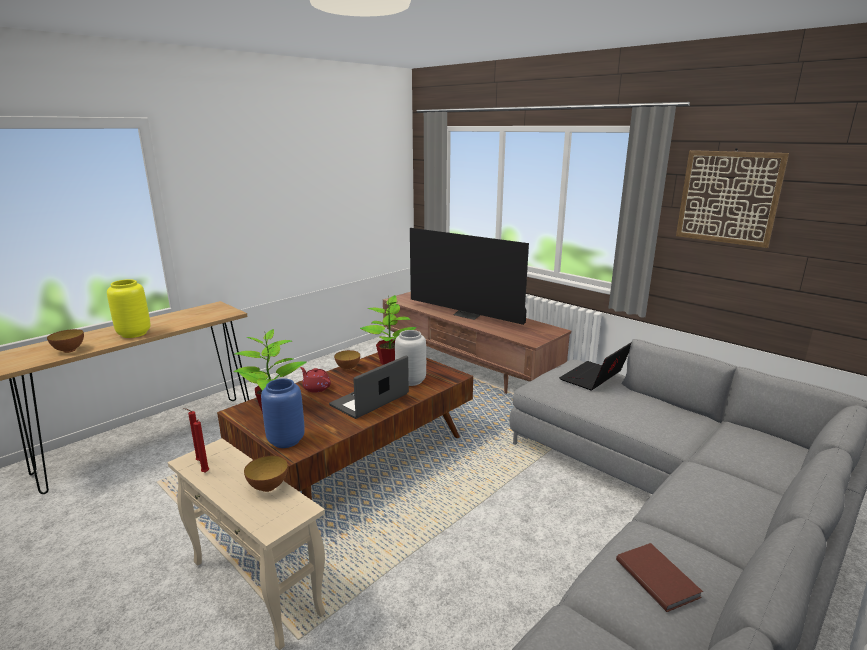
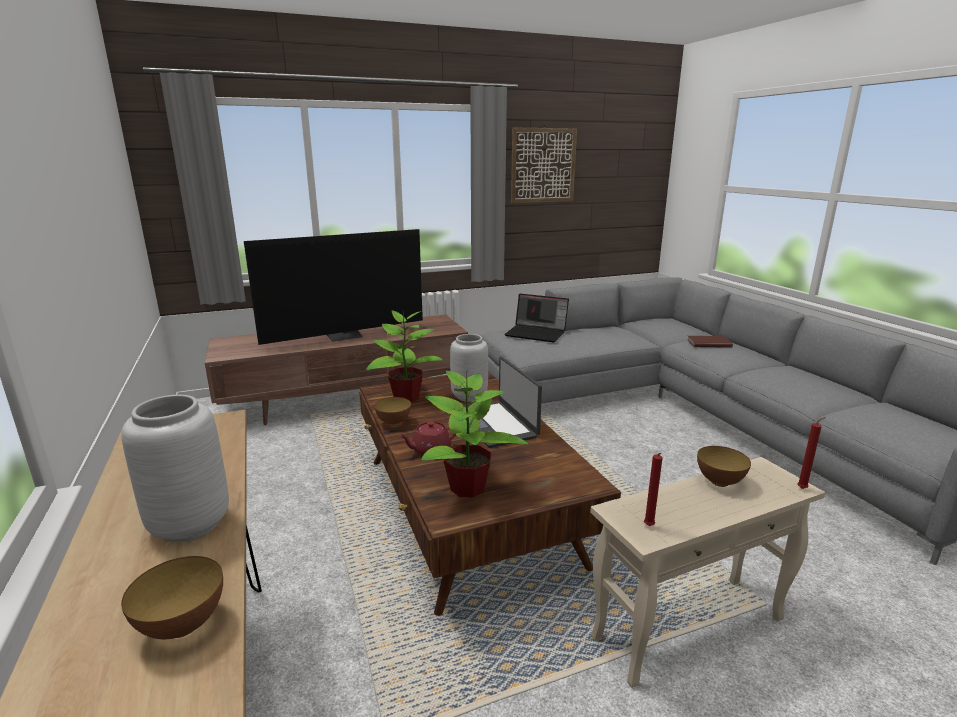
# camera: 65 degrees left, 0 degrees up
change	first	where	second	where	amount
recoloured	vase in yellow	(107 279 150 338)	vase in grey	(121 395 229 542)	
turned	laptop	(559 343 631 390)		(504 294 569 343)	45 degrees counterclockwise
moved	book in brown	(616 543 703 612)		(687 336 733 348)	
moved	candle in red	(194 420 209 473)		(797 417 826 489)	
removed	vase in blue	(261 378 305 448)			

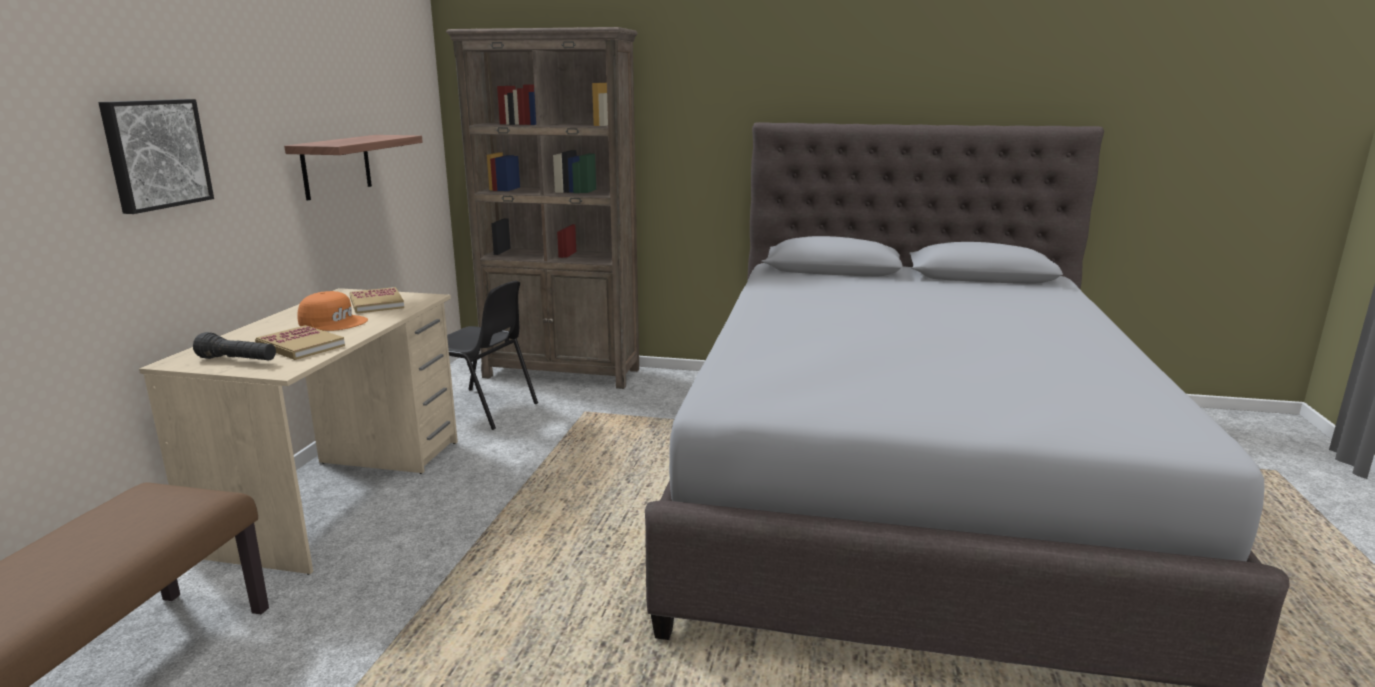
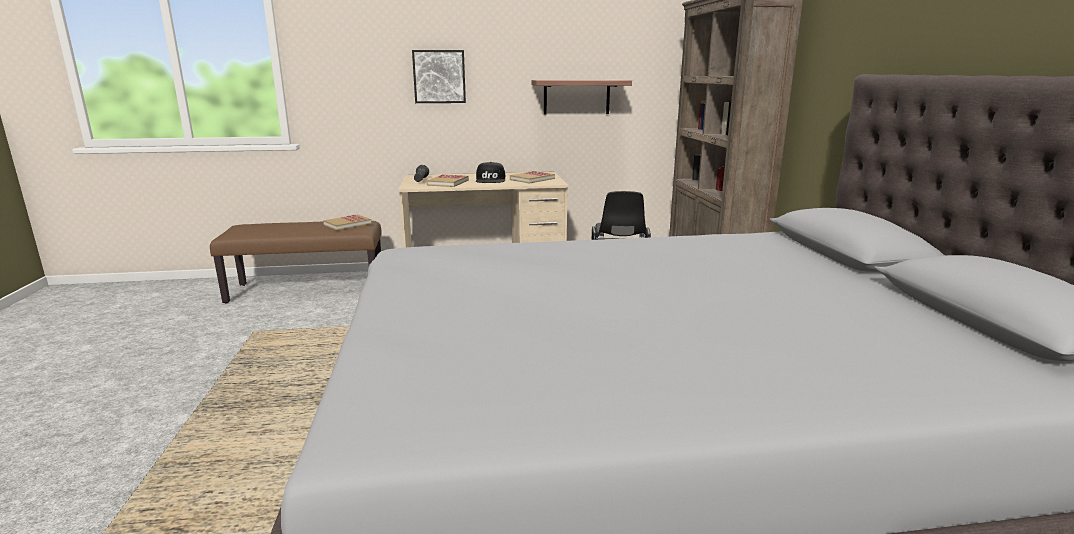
# camera: 70 degrees right, 0 degrees up
change	first	where	second	where	amount
added			book	(323 214 372 230)	
recoloured	cap in orange	(297 291 368 331)	cap in black	(476 162 505 183)	

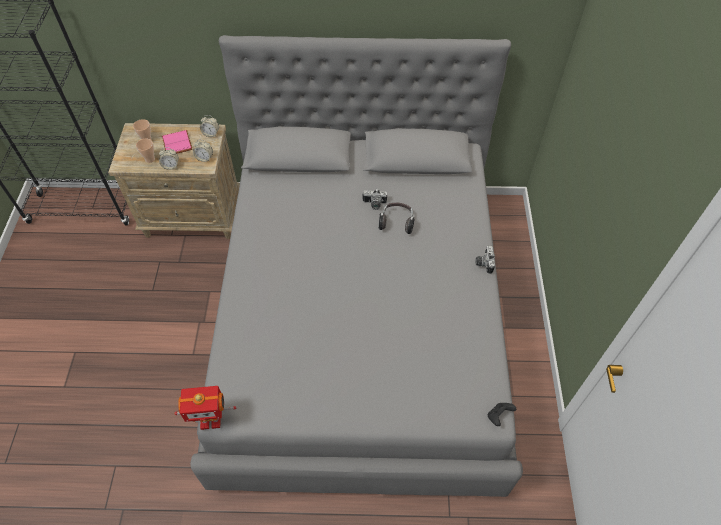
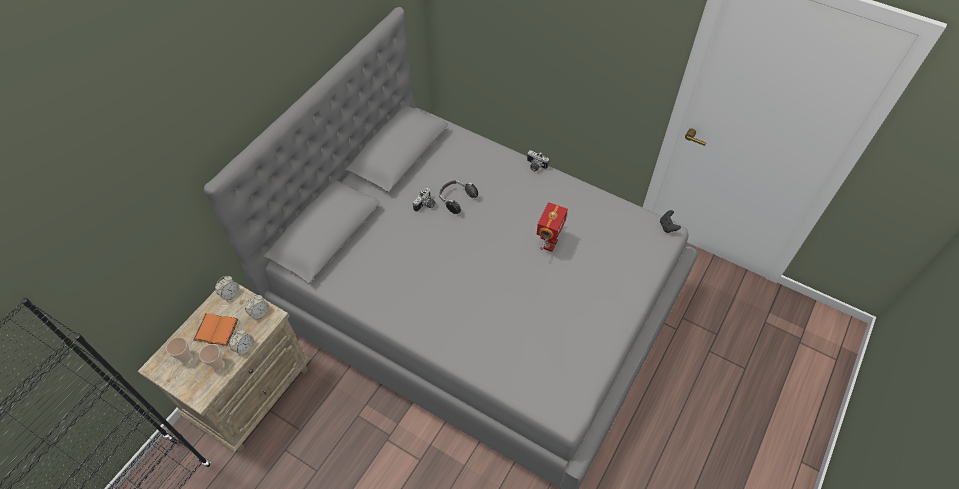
# camera: 60 degrees left, 0 degrees up
change	first	where	second	where	amount
recoloured	book in pink	(162 130 193 154)	book in orange	(193 313 239 346)	
moved	toy robot	(174 386 236 430)		(537 202 568 252)	

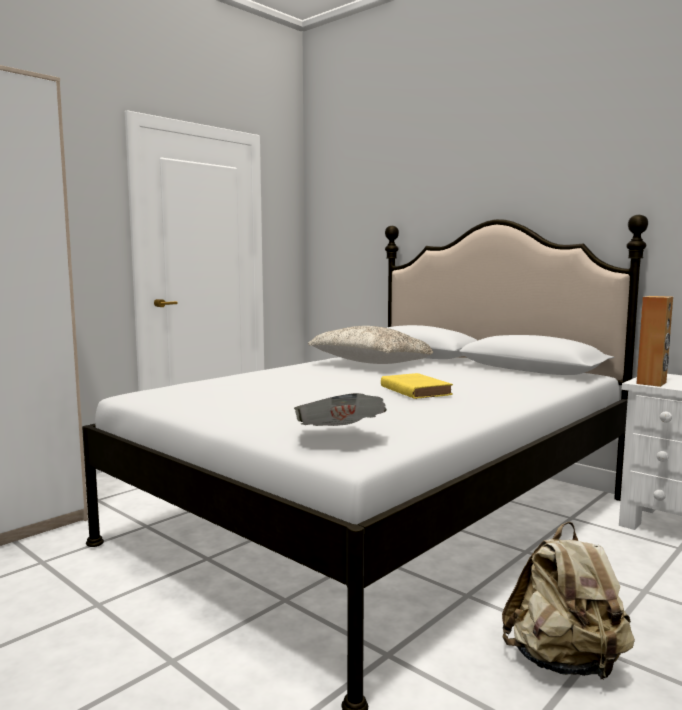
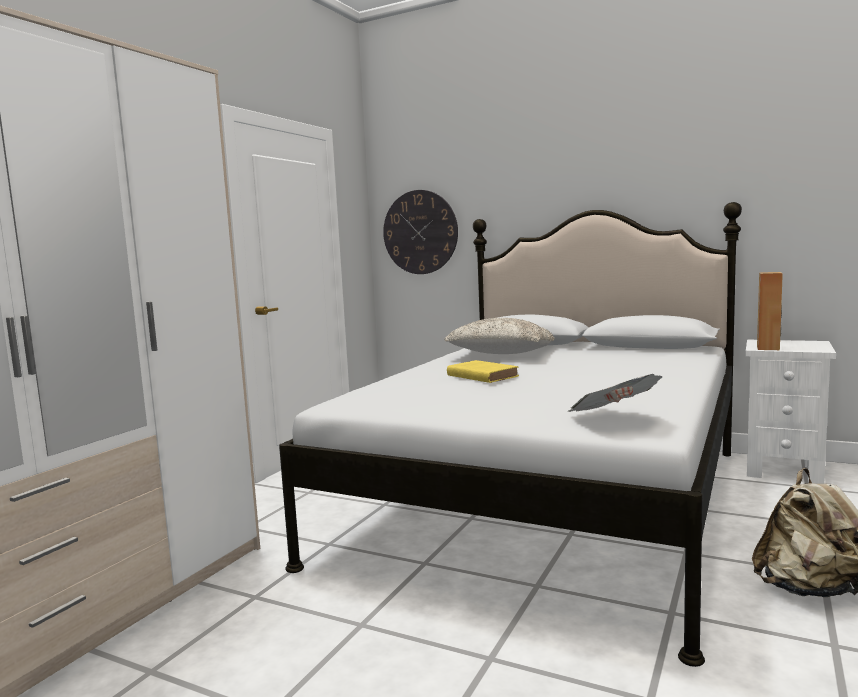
# camera: 15 degrees left, 0 degrees up
change	first	where	second	where	amount
added			wall clock	(383 190 458 274)	
moved	book in yellow	(381 373 453 399)		(447 360 519 383)	

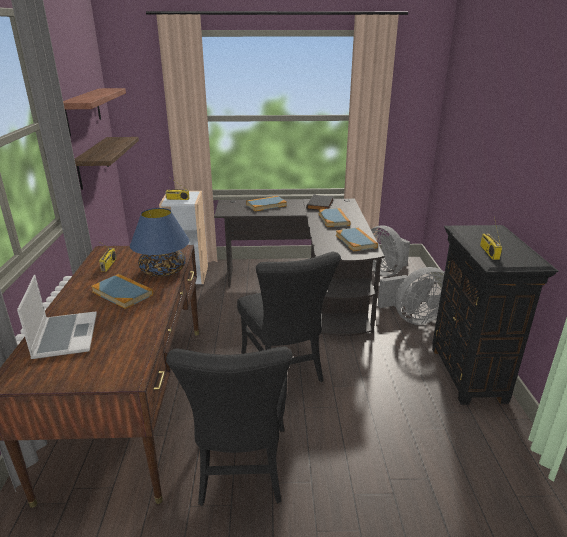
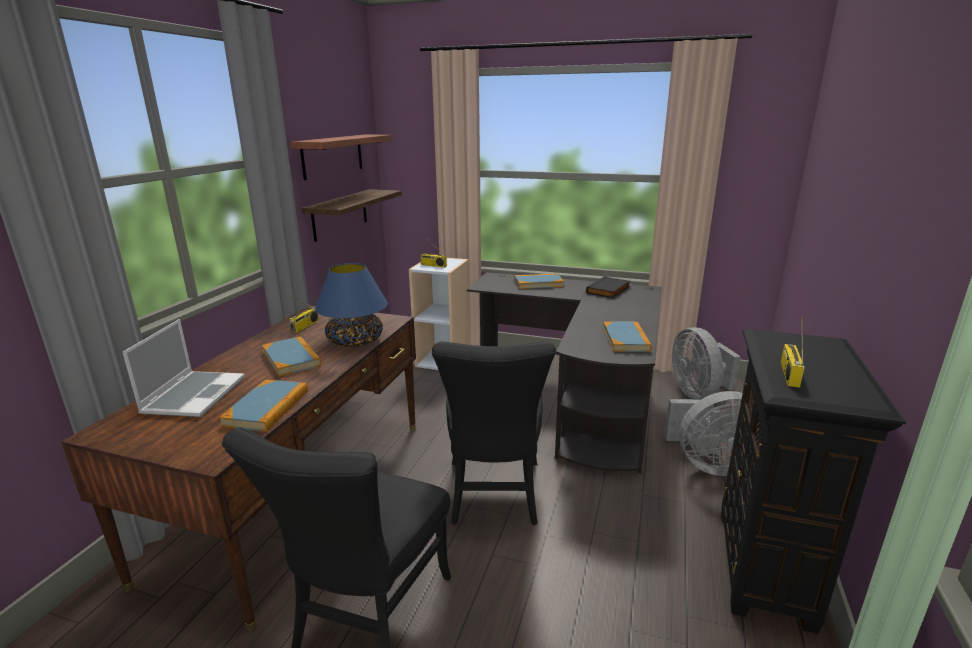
# camera: 20 degrees right, 5 degrees down
change	first	where	second	where	amount
moved	book	(318 208 351 227)		(219 380 308 432)	

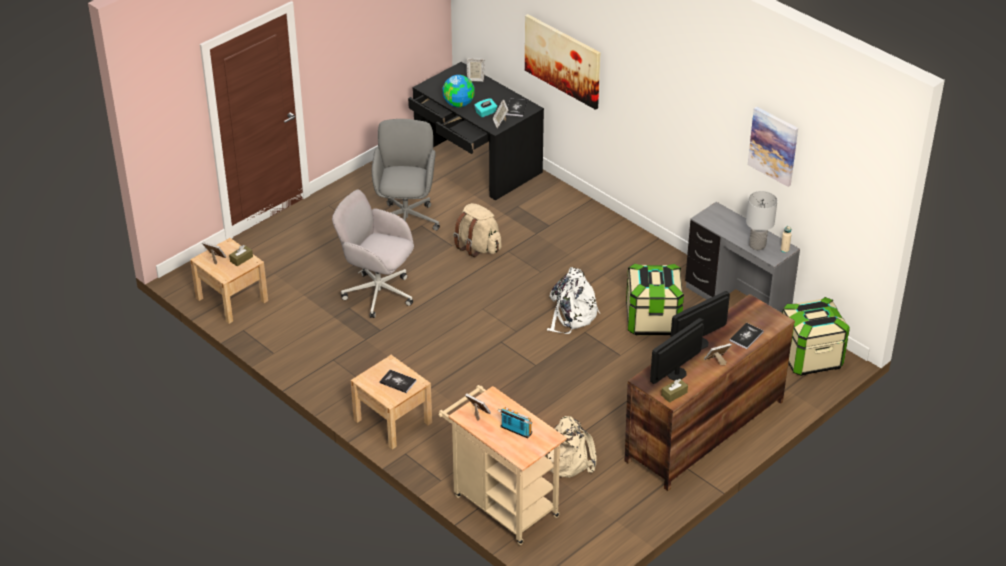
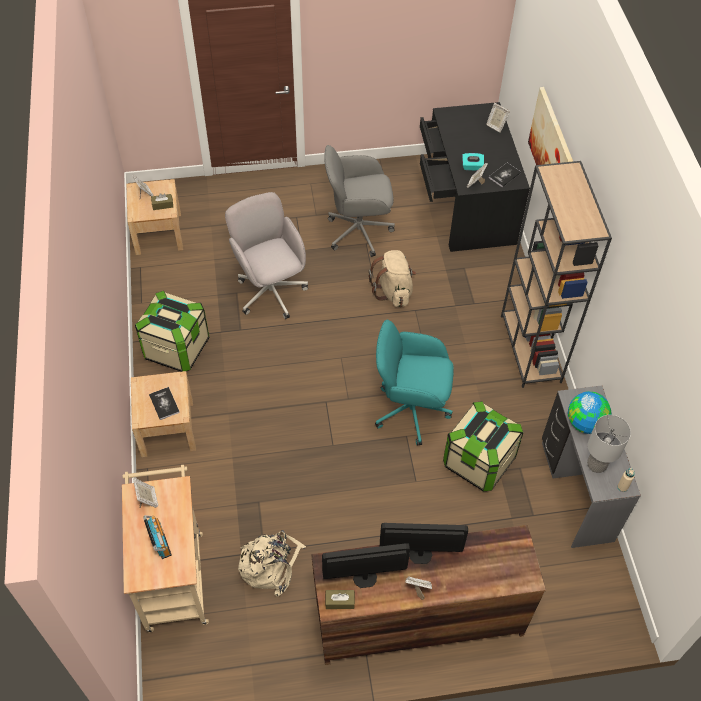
# camera: 35 degrees right, 15 degrees up
change	first	where	second	where	amount
moved	storage box	(782 297 850 376)		(135 291 209 372)	
turned	office chair in grey	(372 119 440 231)		(324 145 395 257)	135 degrees counterclockwise
replaced	backpack in white	(547 267 600 334)	office chair in turquoise	(375 320 454 446)	
added			bookcase	(501 161 612 388)	
moved	globe	(443 75 475 107)		(568 391 611 434)	
removed	book	(729 323 763 349)			
removed	picture	(748 107 798 187)			

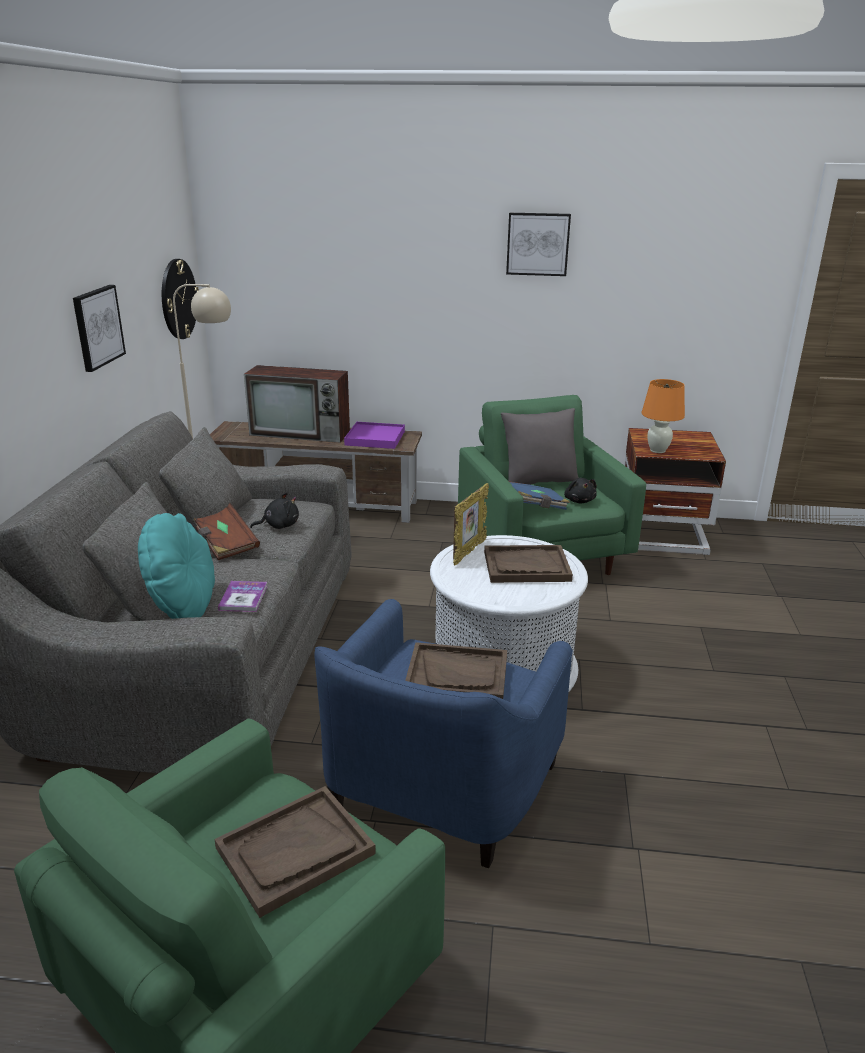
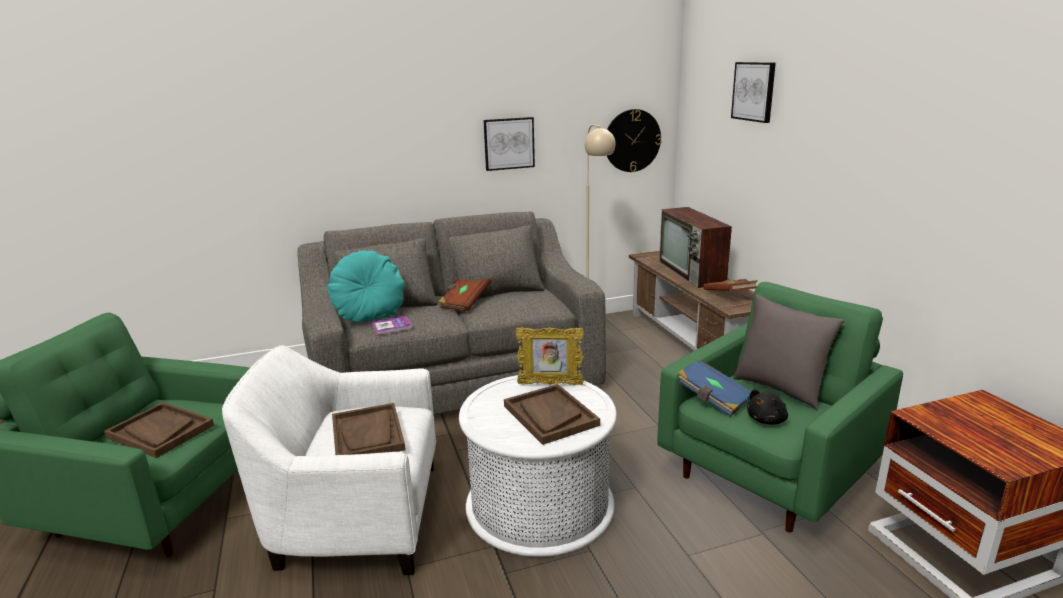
# camera: 65 degrees right, 5 degrees down
change	first	where	second	where	amount
recoloured	armchair in blue	(314 599 573 868)	armchair in white	(222 345 436 575)	
replaced	tray in purple	(344 422 405 449)	book in brown	(703 279 758 291)	
moved	picture	(506 213 571 276)		(731 62 776 123)	
removed	plush toy in black	(250 492 299 529)			
removed	table lamp in orange	(641 379 685 453)			

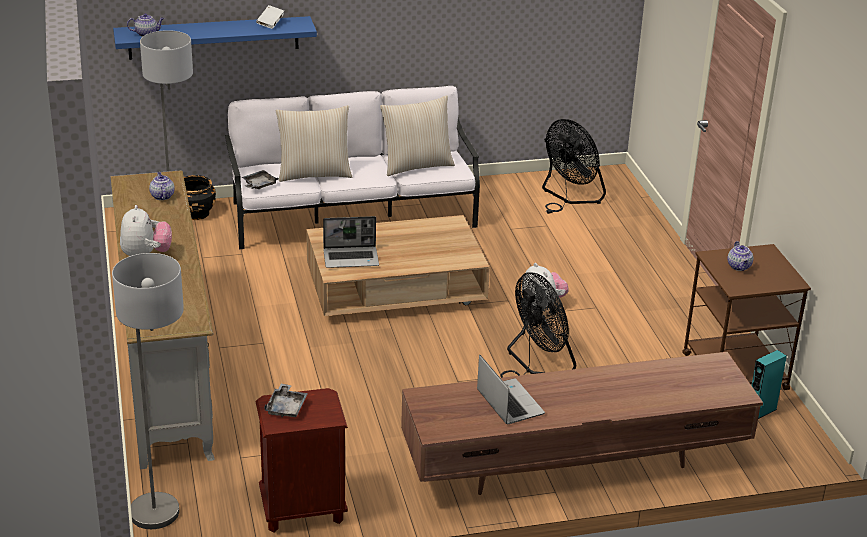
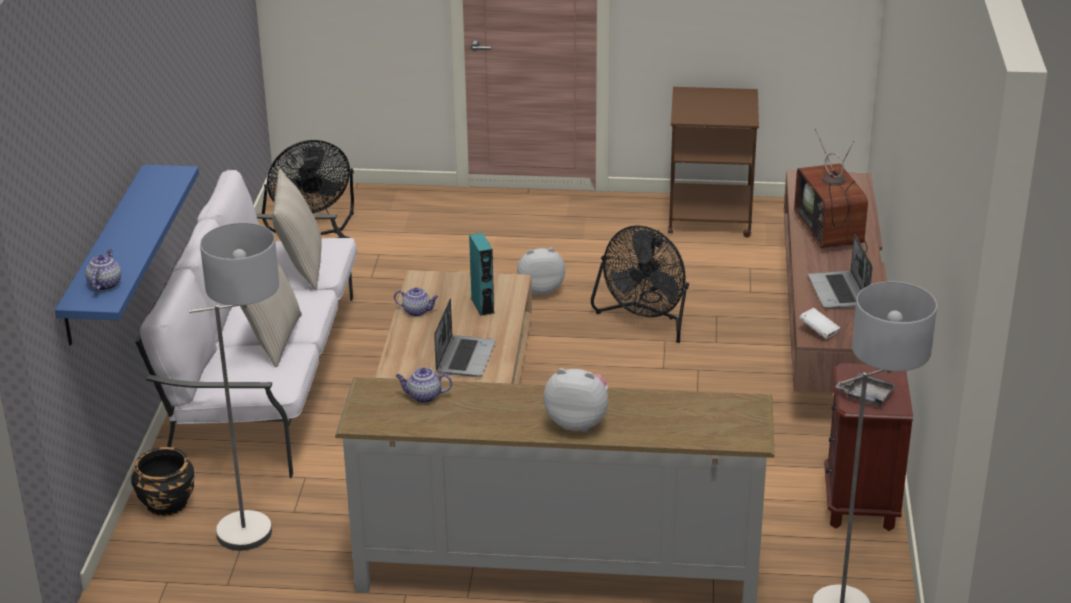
# camera: 70 degrees left, 0 degrees up
change	first	where	second	where	amount
moved	teapot	(727 241 753 271)		(394 288 438 316)	
moved	speaker in turquoise	(751 350 787 419)		(469 233 495 316)	
turned	fan in black	(501 272 576 378)		(591 226 689 343)	135 degrees counterclockwise
added			television	(794 129 868 253)	
moved	book in white	(256 5 284 29)		(799 308 840 339)	
turned	laptop	(477 355 545 424)		(808 234 873 309)	90 degrees counterclockwise
removed	tray in grey	(242 170 279 189)			

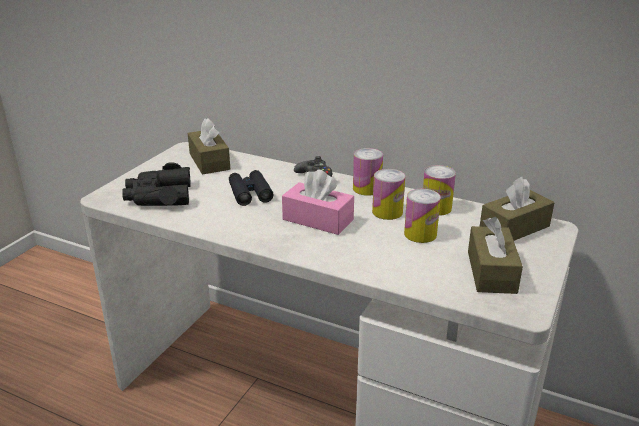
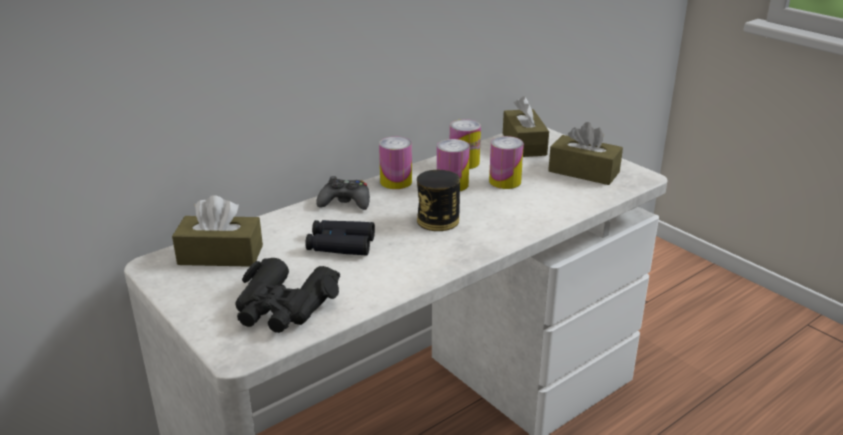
# camera: 65 degrees left, 0 degrees up
change	first	where	second	where	amount
replaced	tissue box in pink	(282 169 354 235)	can	(417 170 460 231)	

